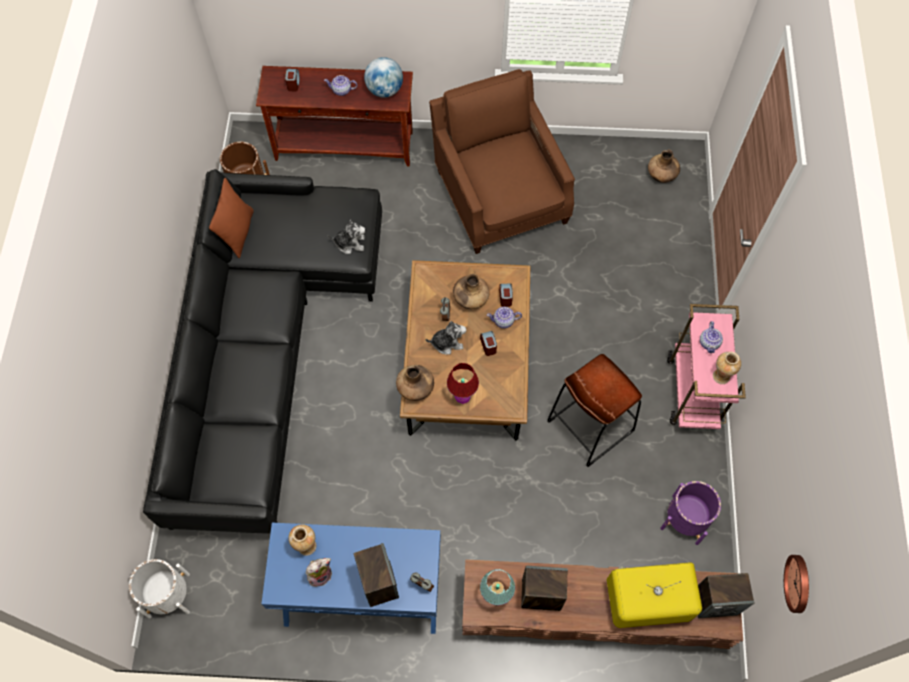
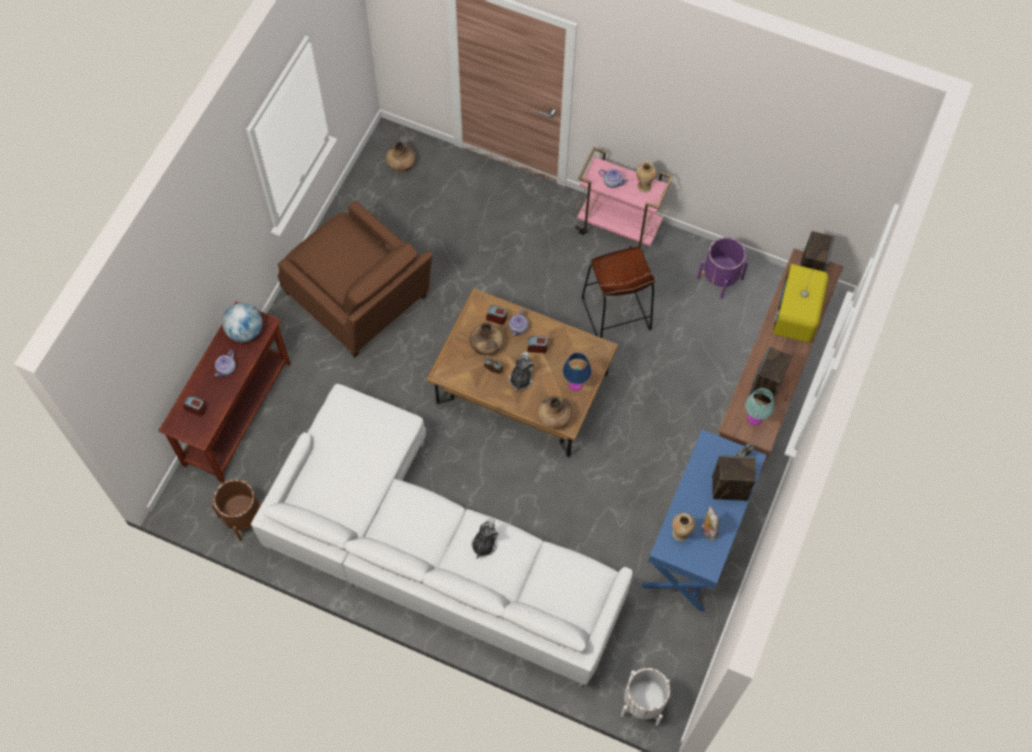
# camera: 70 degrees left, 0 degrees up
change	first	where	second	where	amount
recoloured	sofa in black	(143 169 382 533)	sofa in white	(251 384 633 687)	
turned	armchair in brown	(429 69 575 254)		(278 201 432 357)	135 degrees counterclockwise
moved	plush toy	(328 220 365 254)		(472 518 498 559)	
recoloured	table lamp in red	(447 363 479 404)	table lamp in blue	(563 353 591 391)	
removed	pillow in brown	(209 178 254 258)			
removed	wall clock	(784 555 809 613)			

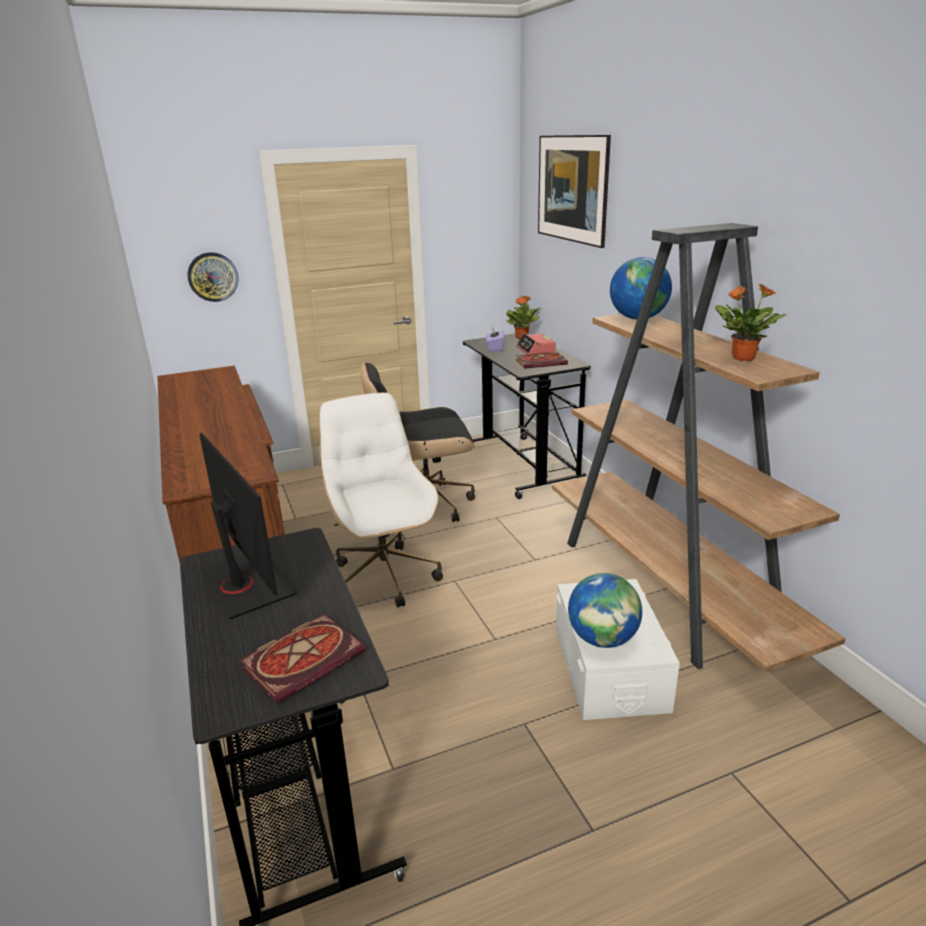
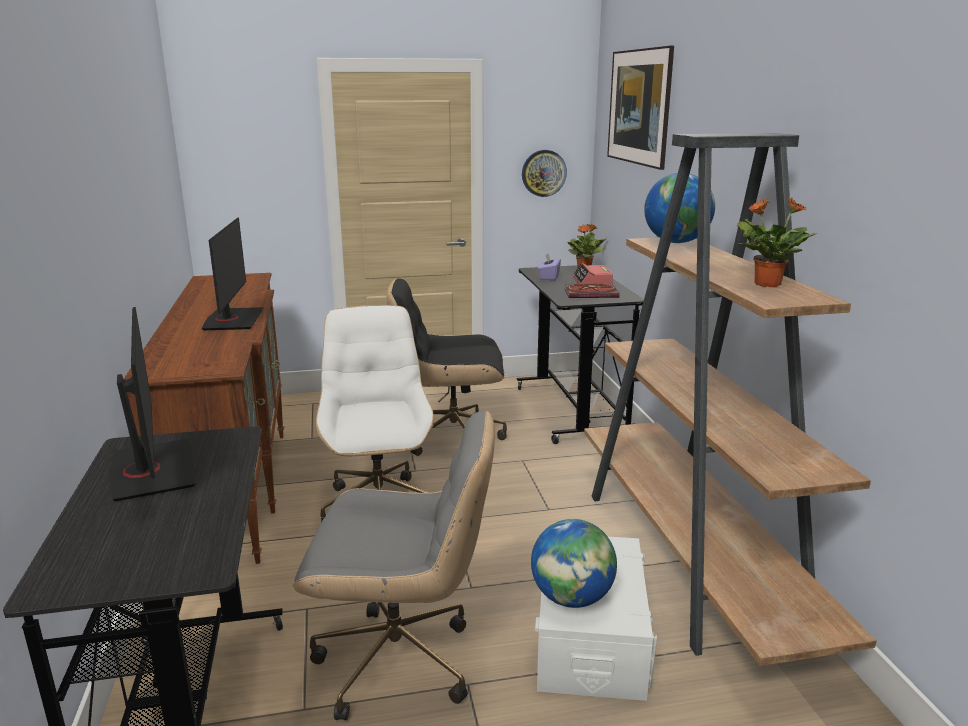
# camera: 10 degrees right, 5 degrees down
change	first	where	second	where	amount
added			monitor	(202 217 264 330)	
added			office chair in grey	(293 410 495 720)	
moved	wall clock	(187 252 239 302)		(522 150 567 197)	
removed	book	(240 614 365 704)			

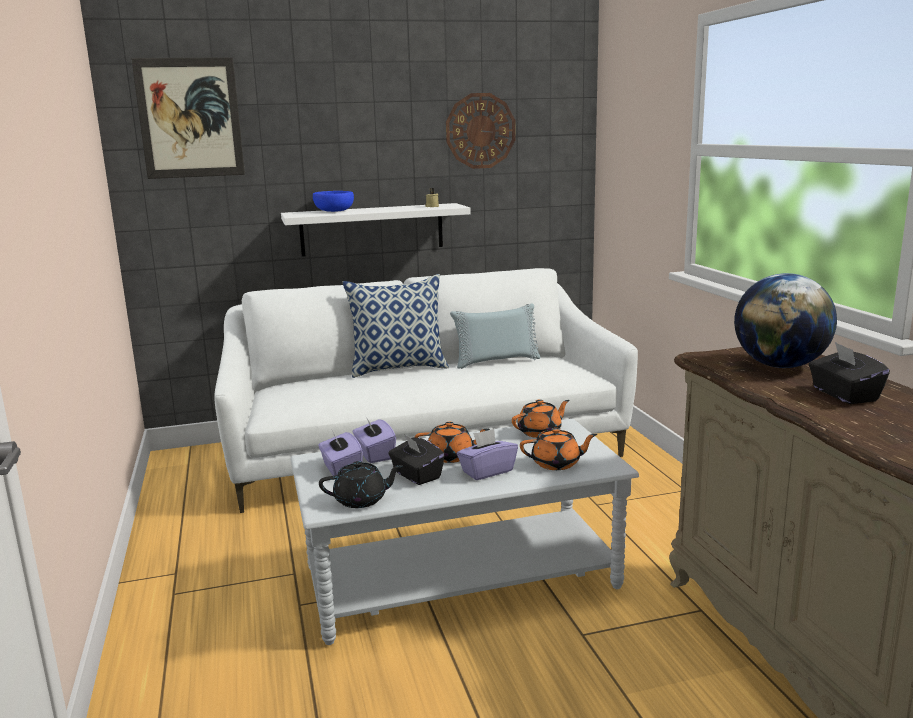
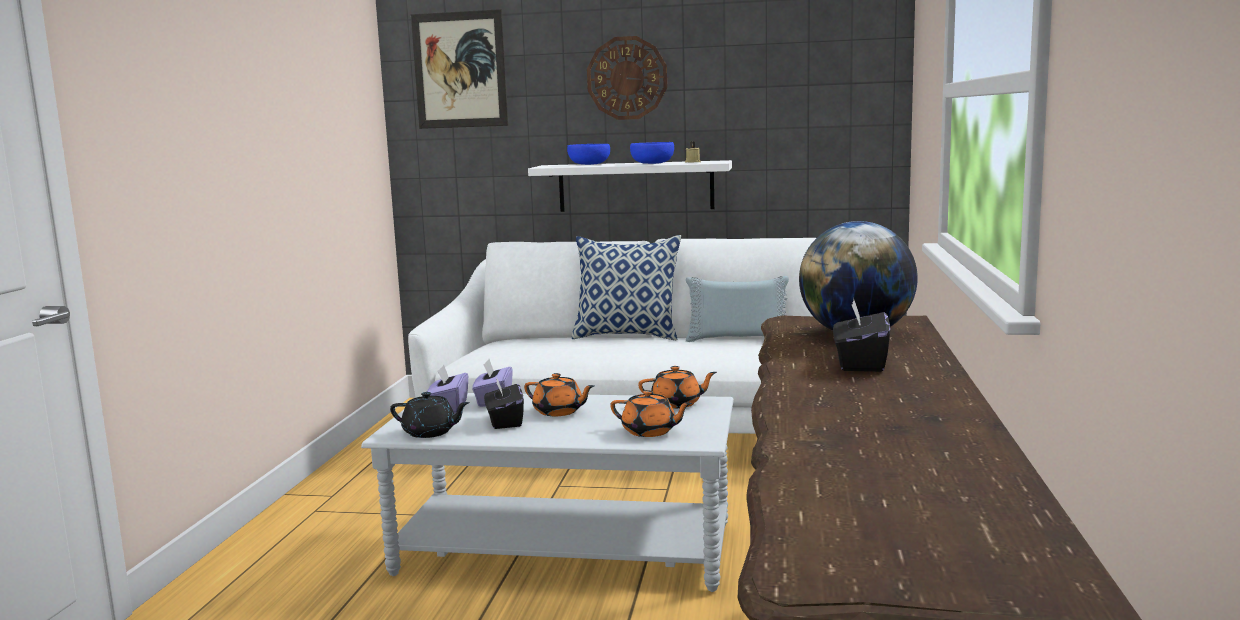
# camera: 25 degrees right, 5 degrees down
change	first	where	second	where	amount
moved	wall clock	(446 93 516 169)		(587 36 667 120)	
added			bowl in blue	(630 142 674 164)	
removed	tissue box in purple	(457 429 518 480)			

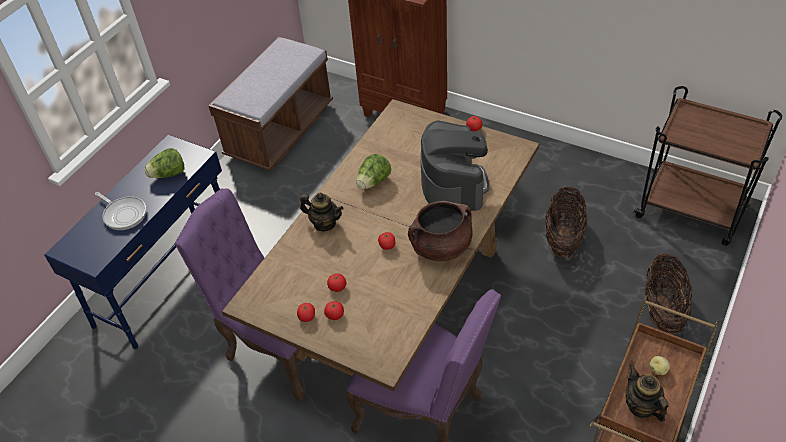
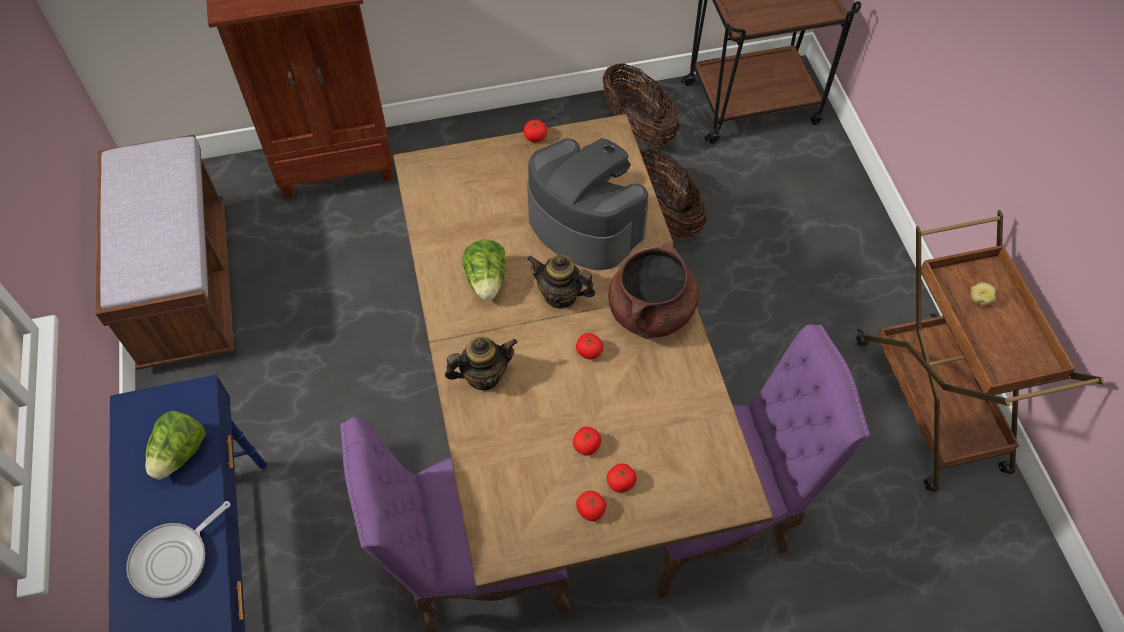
# camera: 45 degrees left, 10 degrees up
change	first	where	second	where	amount
turned	frying pan	(95 192 146 230)		(126 501 230 598)	135 degrees clockwise
moved	teapot	(625 364 669 422)		(527 255 595 309)	
moved	basket	(645 254 692 334)		(603 63 679 147)	

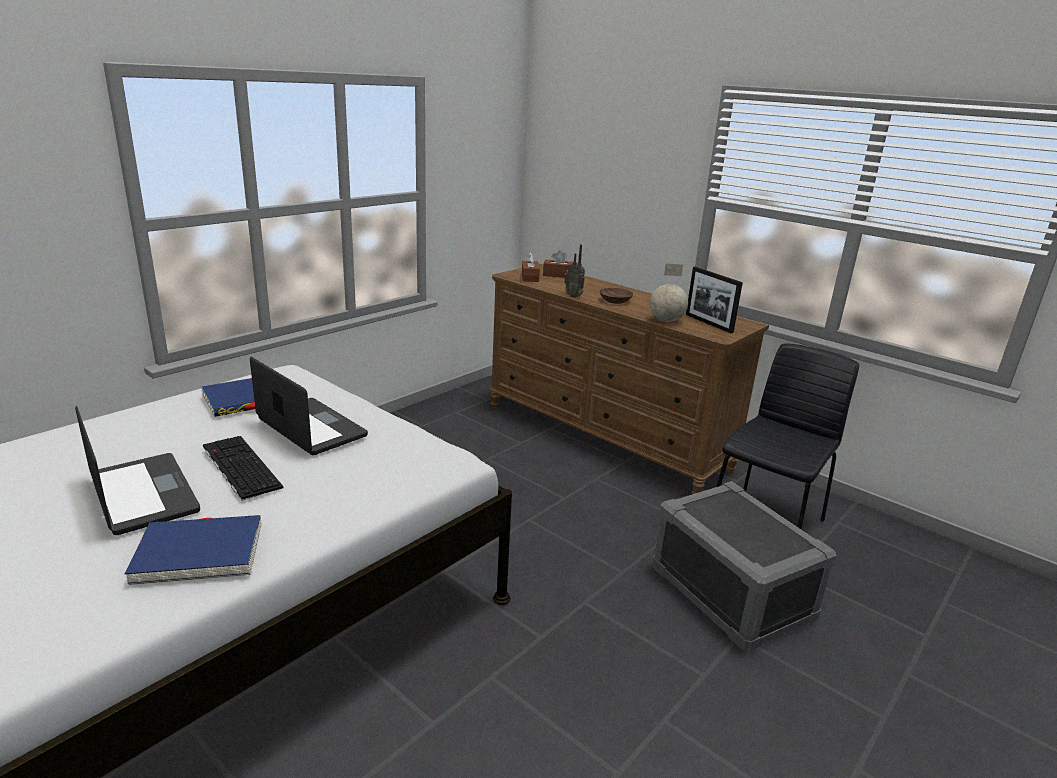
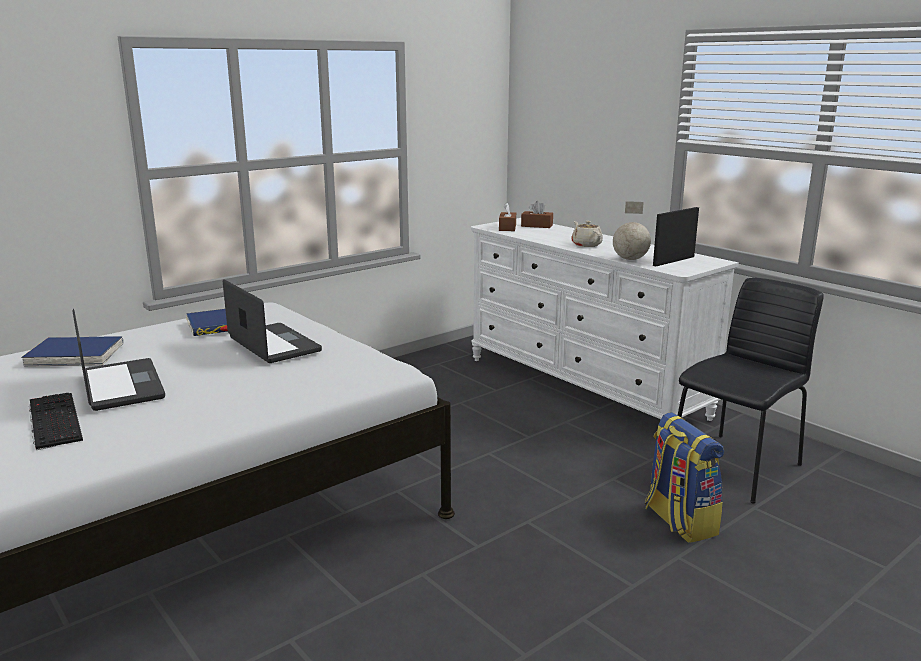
# camera: 10 degrees right, 5 degrees down
change	first	where	second	where	amount
moved	book in blue	(125 515 262 585)		(21 336 123 367)	
moved	keyboard	(203 436 283 501)		(29 393 83 450)	
recoloured	dresser in brown	(489 264 769 494)	dresser in white	(471 218 739 421)	
replaced	bowl in brown	(599 288 633 304)	teapot in beige	(571 221 603 247)	
replaced	storage box in grey	(652 481 836 652)	backpack	(645 412 724 543)	
turned	picture frame	(686 267 743 333)		(653 207 699 267)	75 degrees clockwise
removed	radio	(564 244 585 298)			

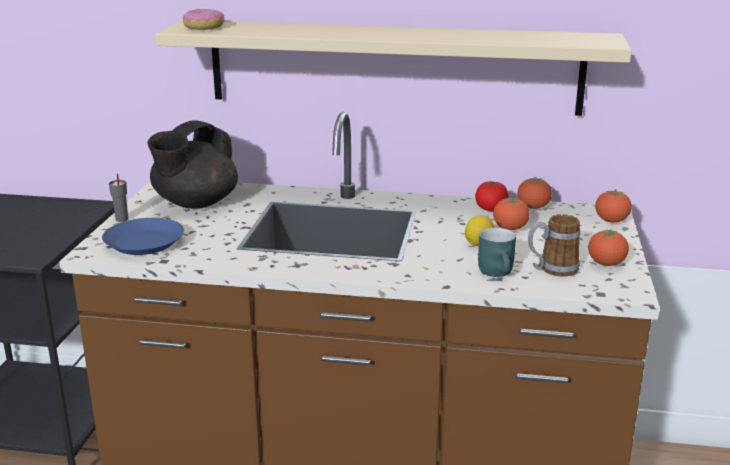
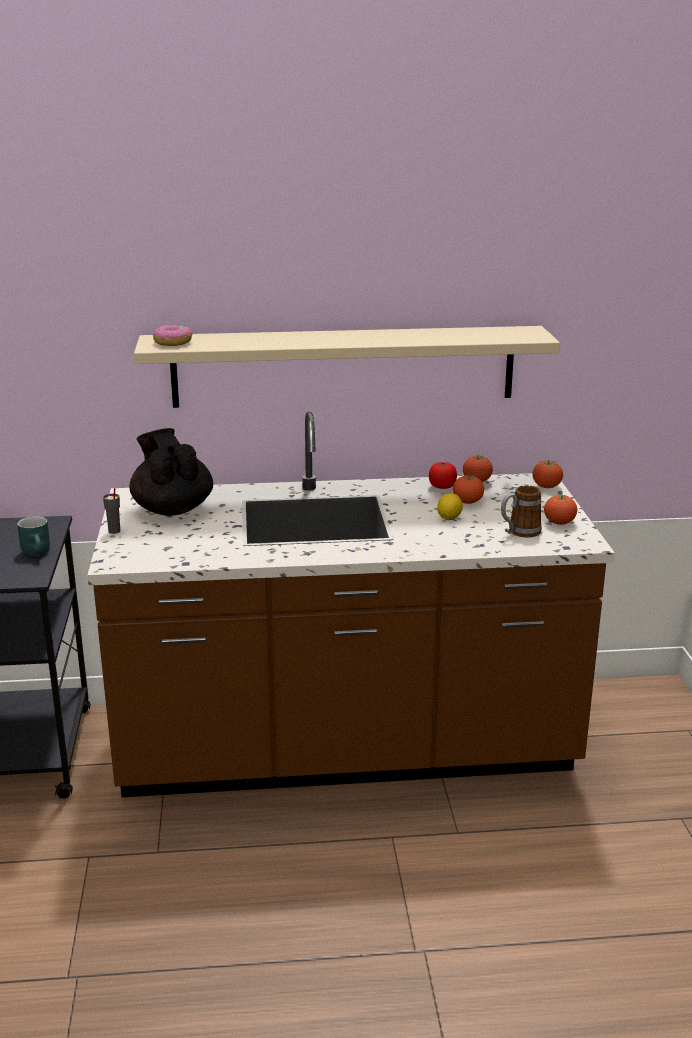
# camera: 15 degrees left, 0 degrees up
change	first	where	second	where	amount
moved	mug in turquoise	(478 228 516 277)		(17 516 50 556)	
turned	teapot in black	(148 120 238 209)		(129 428 213 516)	135 degrees clockwise
removed	plate in blue	(102 218 184 255)			

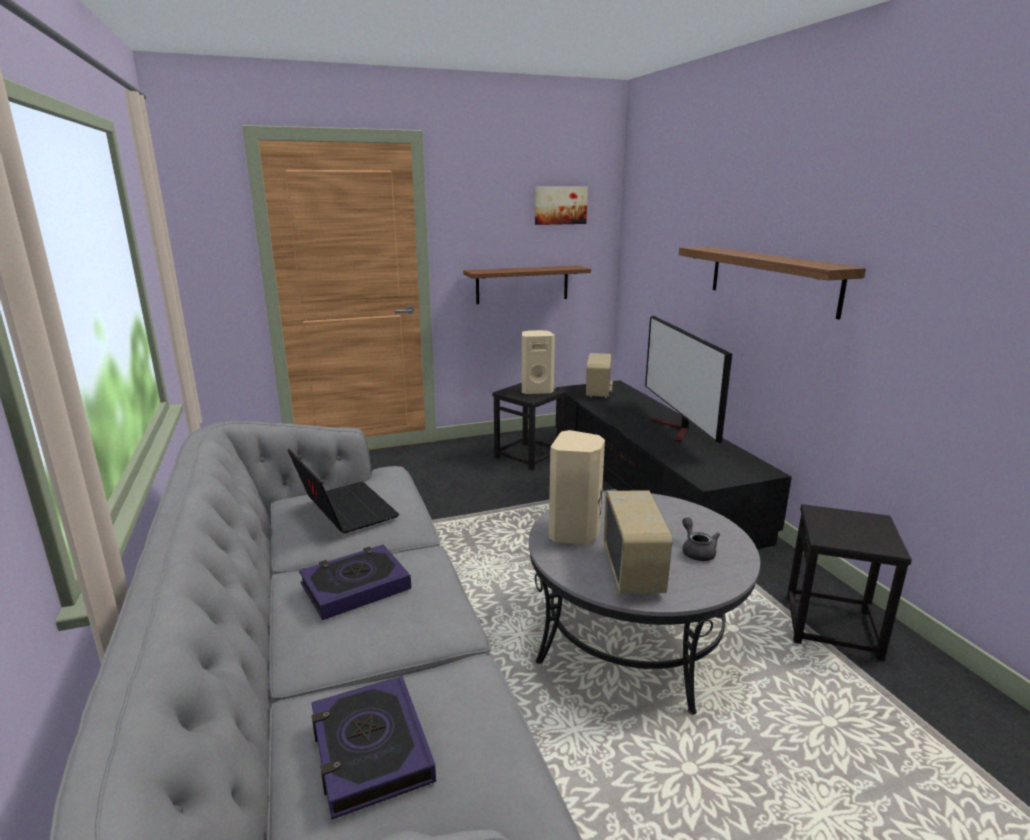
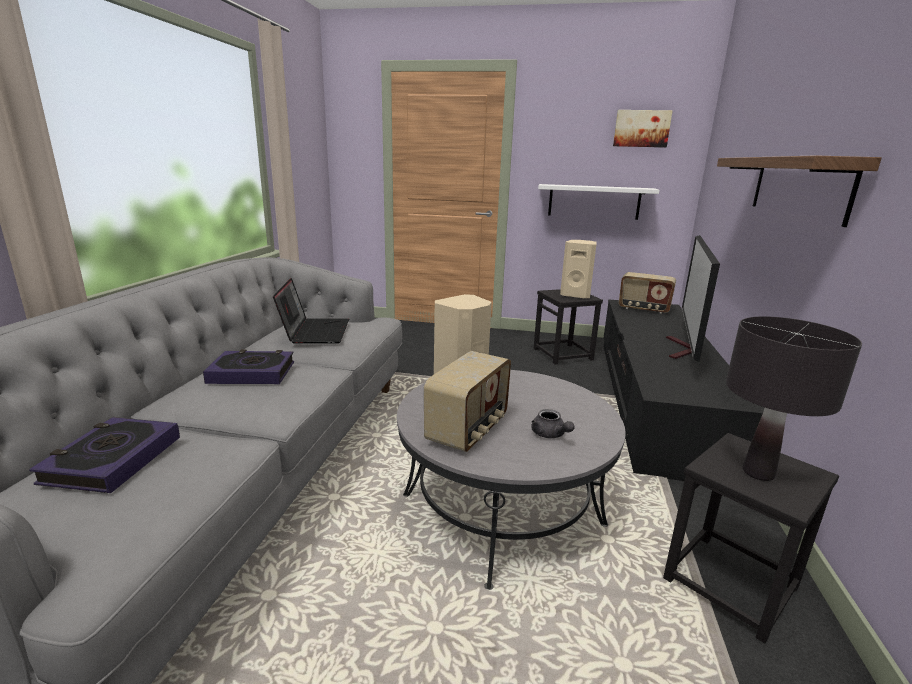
# camera: 30 degrees right, 0 degrees up
change	first	where	second	where	amount
turned	teapot in grey	(682 517 720 561)		(531 409 575 438)	135 degrees clockwise
recoloured	shelf in brown	(463 265 591 304)	shelf in white	(538 184 660 220)	
turned	radio	(586 353 613 398)		(619 272 676 314)	75 degrees clockwise
added			table lamp in black	(726 316 862 481)	

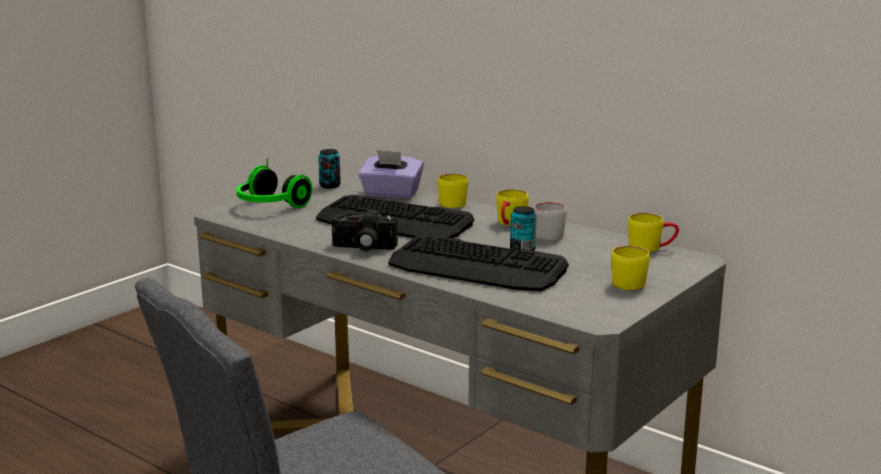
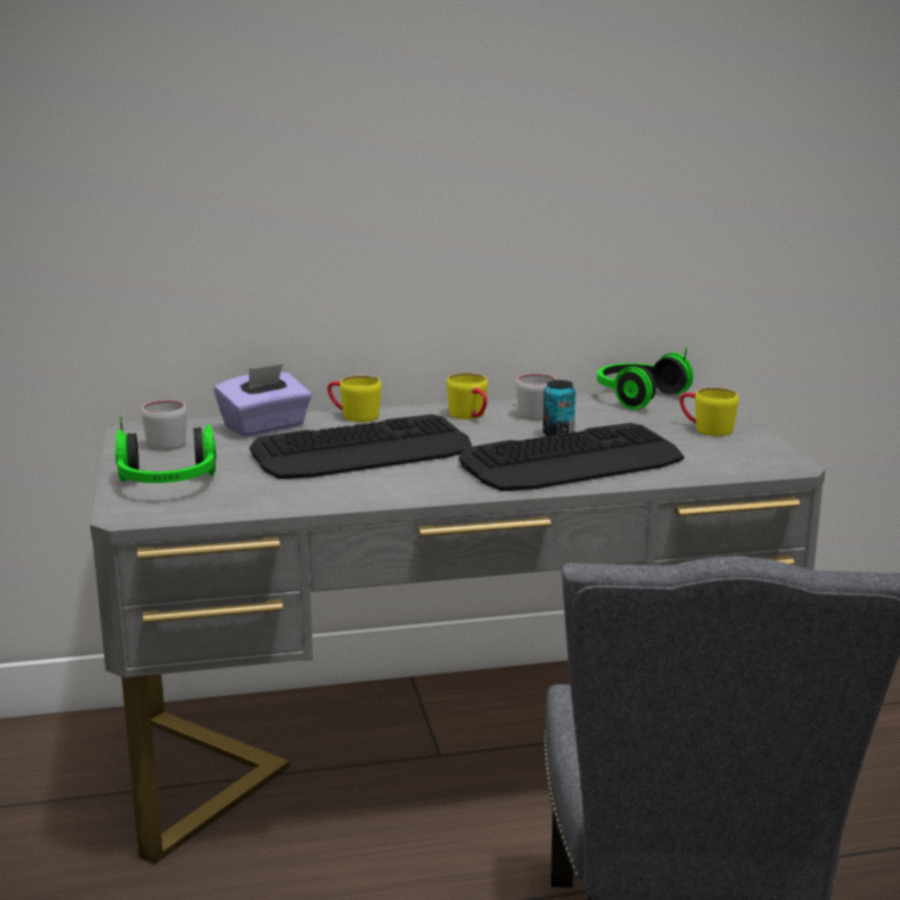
# camera: 50 degrees left, 0 degrees up
change	first	where	second	where	amount
replaced	can	(318 149 341 188)	mug in grey	(141 400 187 451)	
replaced	mug in yellow	(628 213 679 253)	headphones	(597 348 693 410)	
removed	photo camera	(332 209 398 251)			

